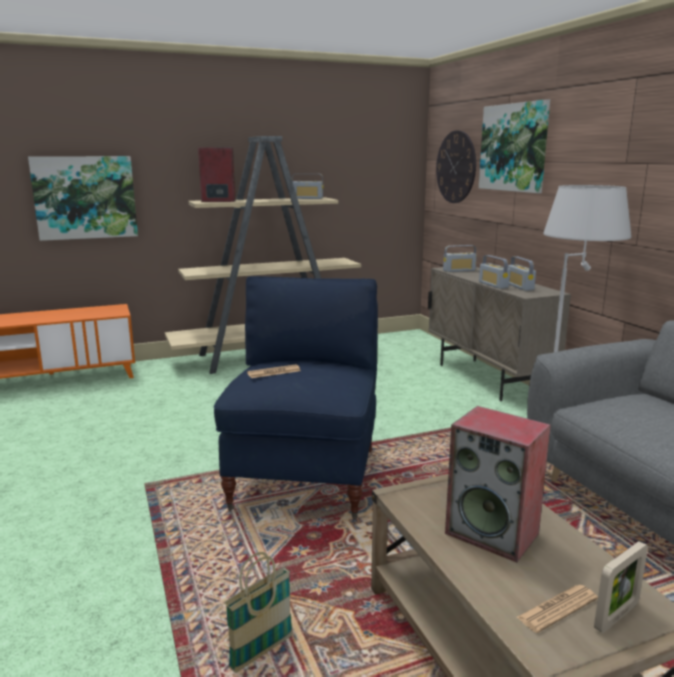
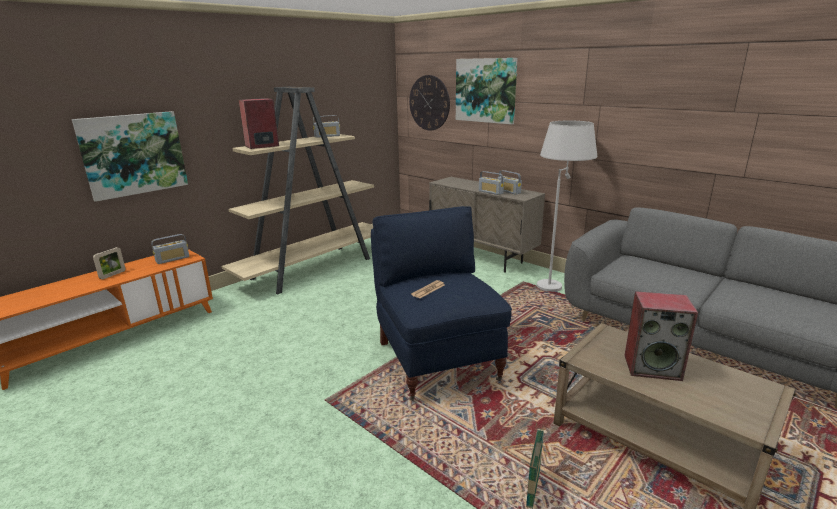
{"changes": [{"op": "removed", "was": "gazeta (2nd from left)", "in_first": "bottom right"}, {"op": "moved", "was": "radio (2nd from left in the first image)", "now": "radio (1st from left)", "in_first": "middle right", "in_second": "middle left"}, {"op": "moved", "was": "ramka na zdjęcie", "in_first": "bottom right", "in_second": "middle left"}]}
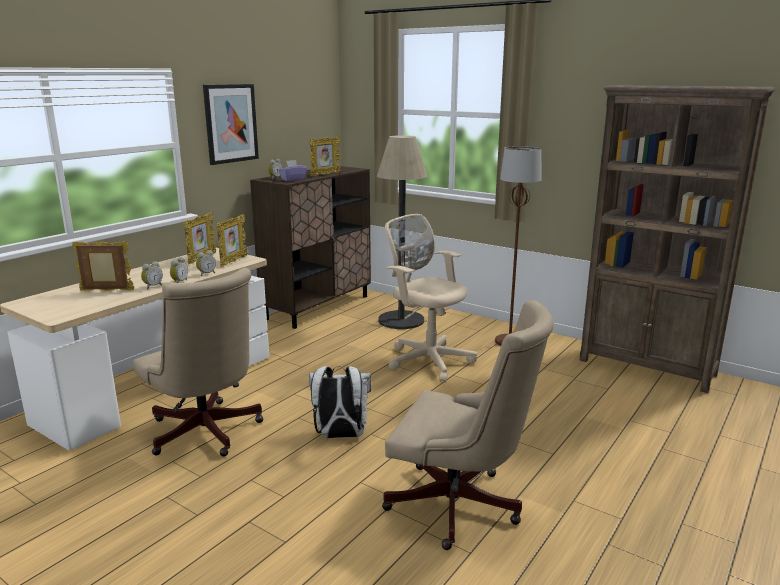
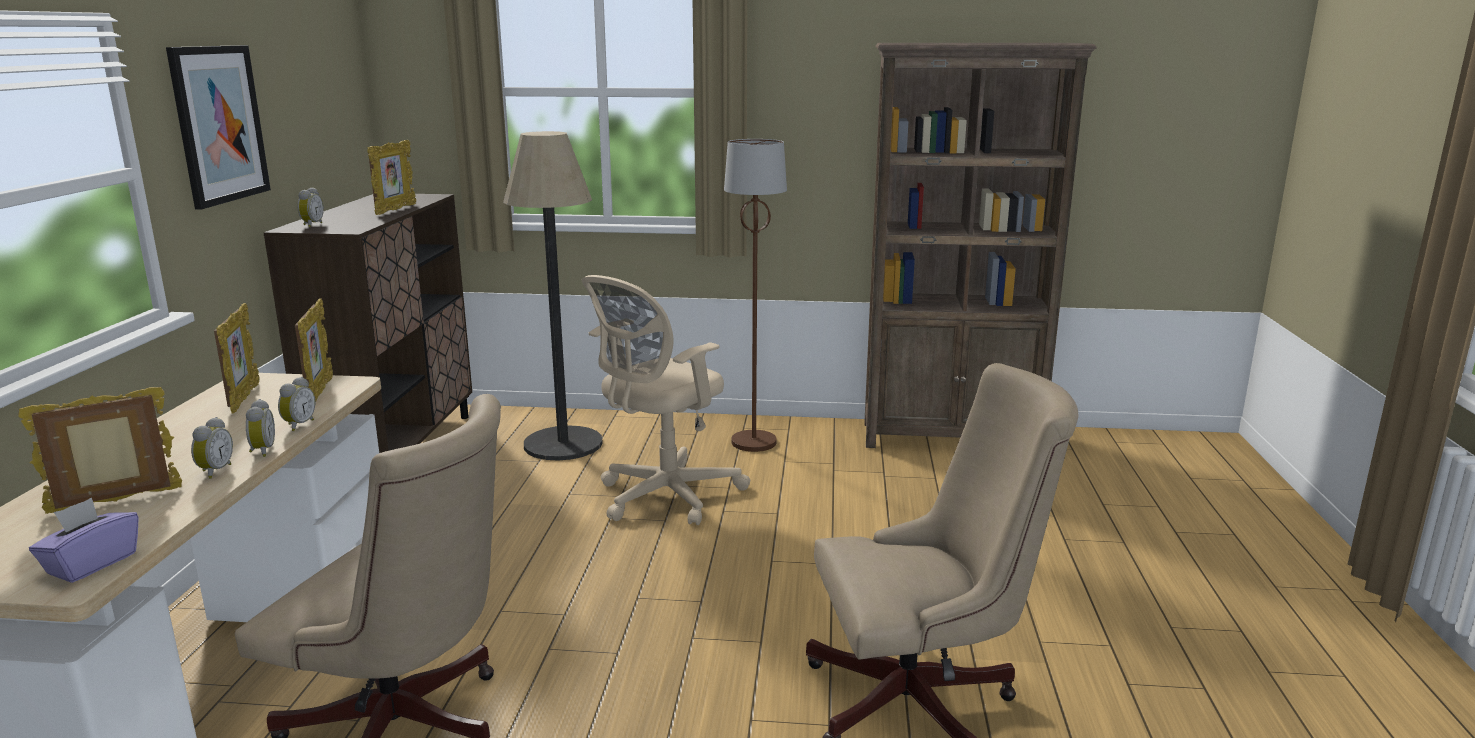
{"changes": [{"op": "removed", "was": "plecak/biały", "in_first": "bottom centre"}, {"op": "moved", "was": "pudełko chusteczek/fioletowy", "in_first": "top centre", "in_second": "bottom left"}, {"op": "turned", "was": "krzesło biurowe/beżowy (2nd from left)", "in_first": "centre", "in_second": "centre", "clockwise": -60}]}
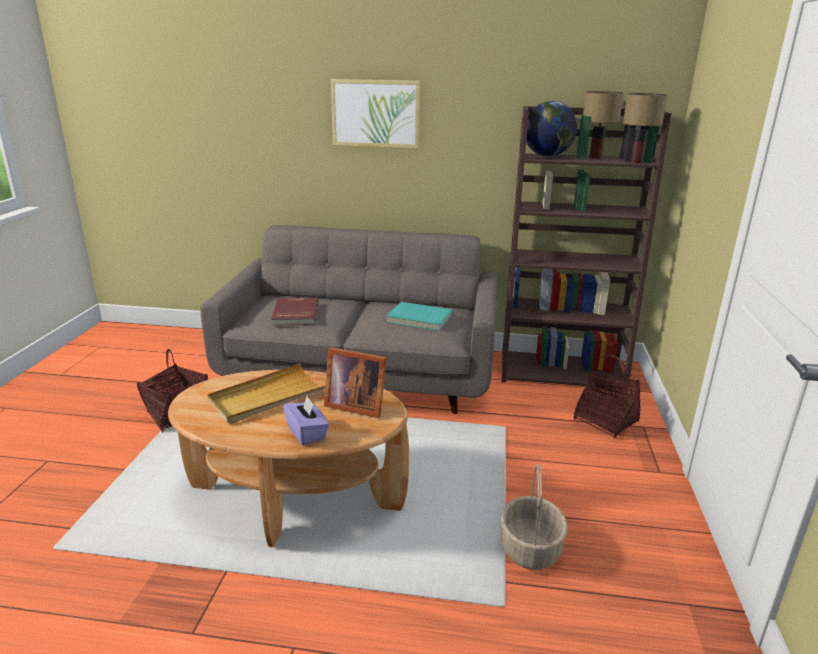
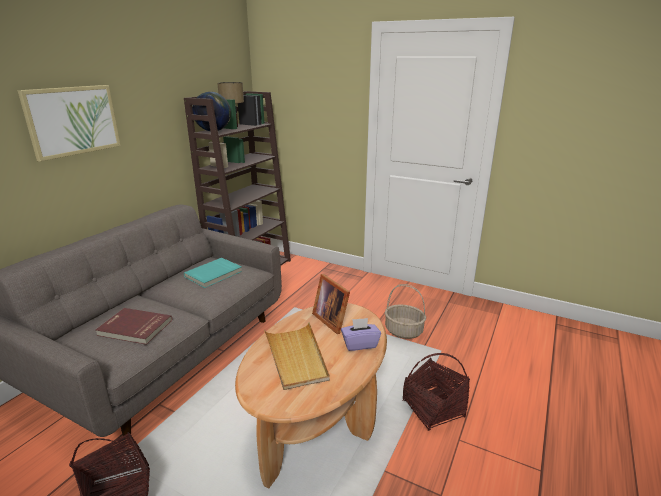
{"changes": [{"op": "removed", "was": "lampa stołowa (2nd from left)", "in_first": "top right"}, {"op": "moved", "was": "koszyk (3rd from left)", "in_first": "middle right", "in_second": "bottom centre"}, {"op": "turned", "was": "ramka na zdjęcie", "in_first": "centre", "in_second": "centre", "clockwise": 105}]}
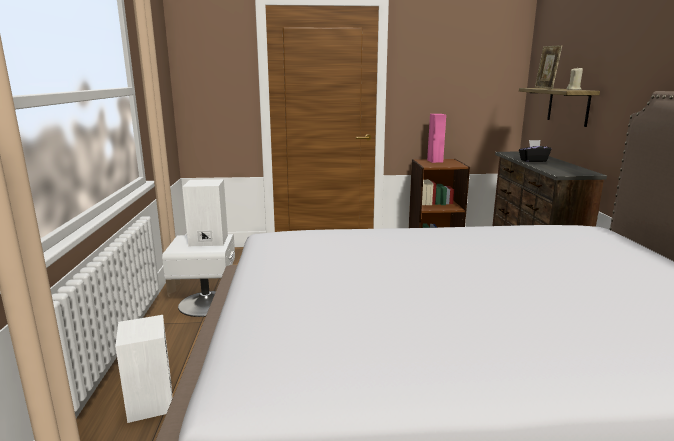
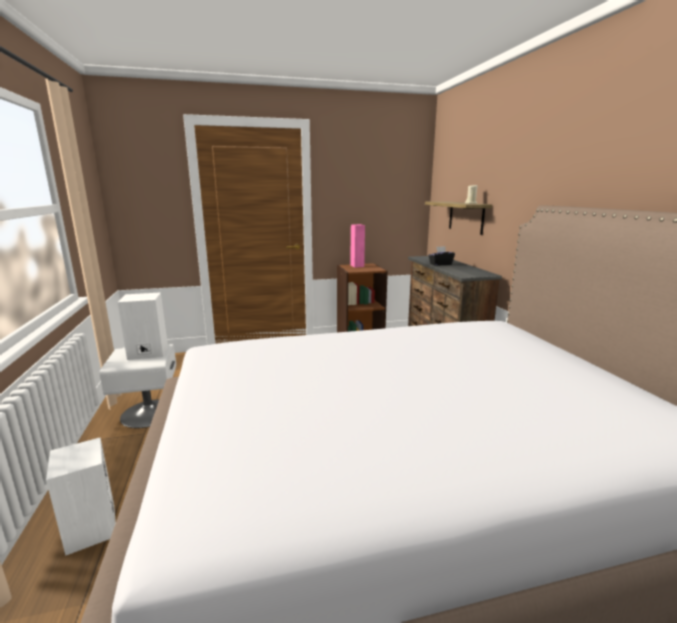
{"changes": [{"op": "removed", "was": "ramka na zdjęcie", "in_first": "top right"}]}
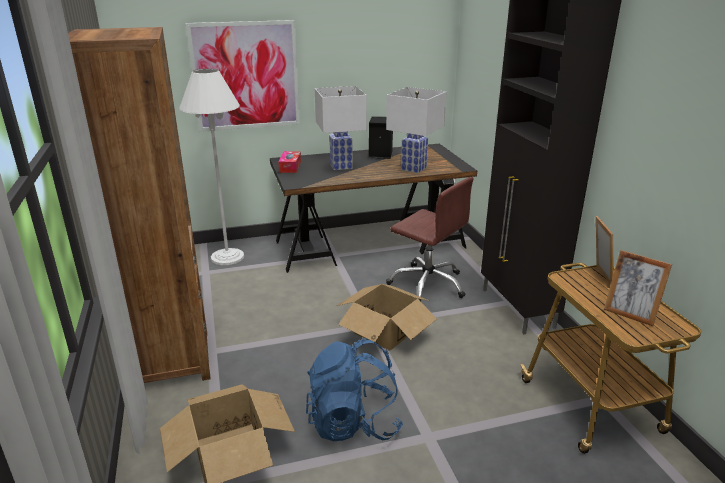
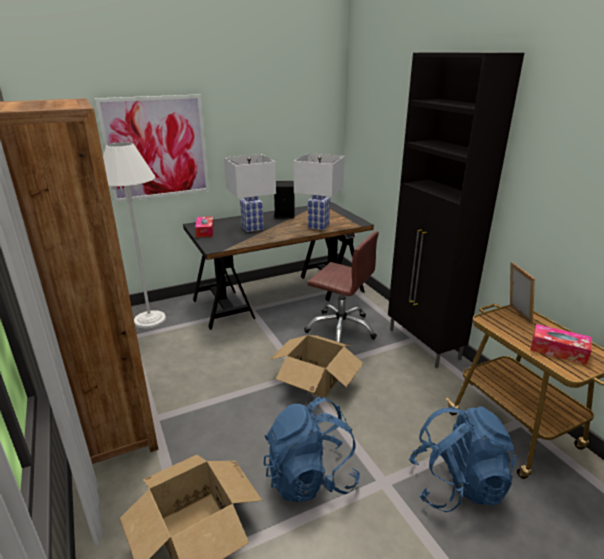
{"changes": [{"op": "added", "now": "plecak/niebieski (2nd from left)", "in_second": "bottom right"}, {"op": "replaced", "was": "ramka na zdjęcie (2nd from left)", "now": "pudełko chusteczek (2nd from left)", "in_first": "middle right", "in_second": "middle right"}]}
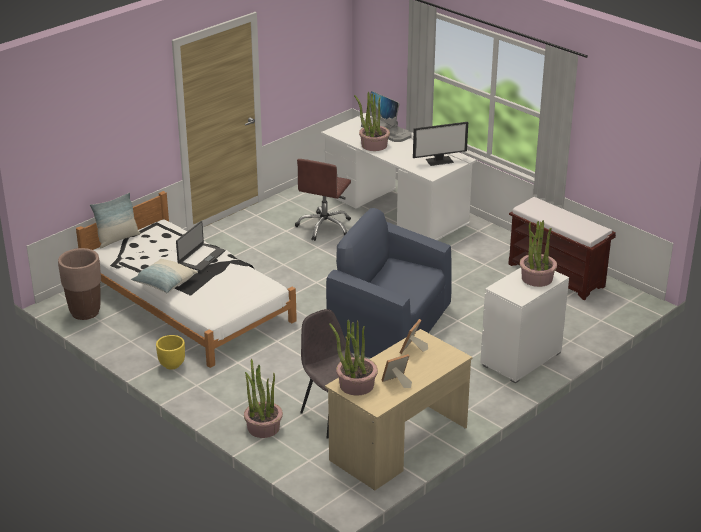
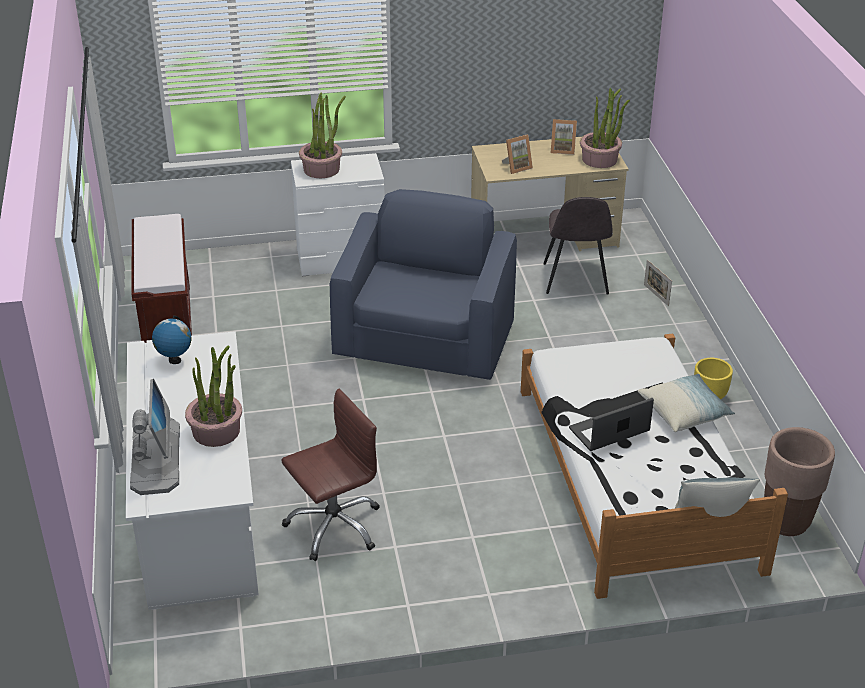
{"changes": [{"op": "replaced", "was": "roślina doniczkowa (1st from left)", "now": "ramka na zdjęcie (3rd from left)", "in_first": "bottom centre", "in_second": "middle right"}, {"op": "replaced", "was": "monitor (2nd from left)", "now": "globus", "in_first": "top centre", "in_second": "middle left"}, {"op": "turned", "was": "fotel/niebieski", "in_first": "centre", "in_second": "centre", "clockwise": -135}]}
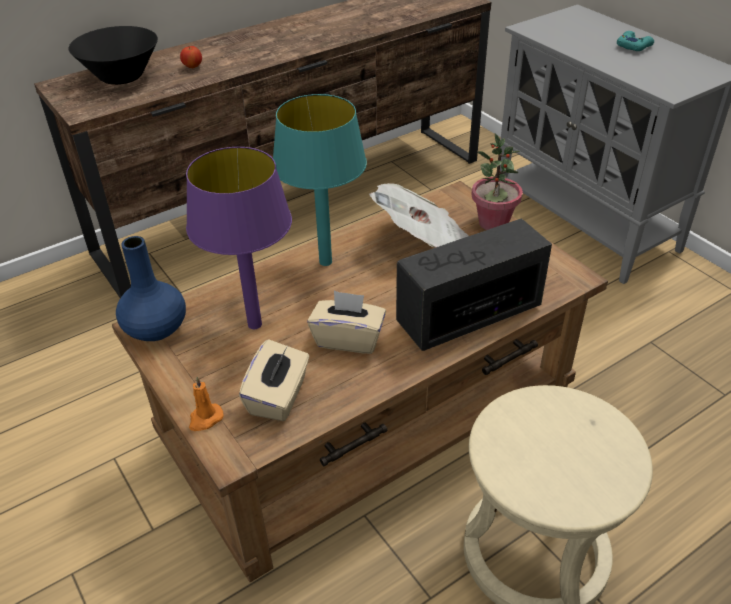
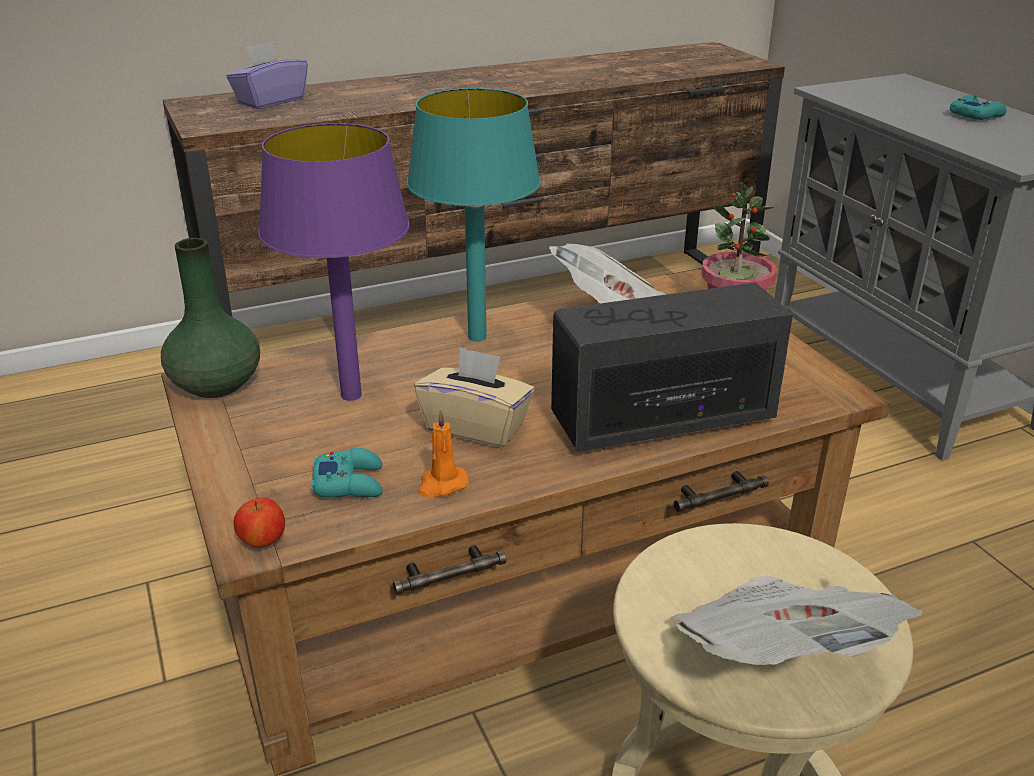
{"changes": [{"op": "added", "now": "gazeta (2nd from left)", "in_second": "bottom right"}, {"op": "moved", "was": "jabłko", "in_first": "top left", "in_second": "bottom left"}, {"op": "moved", "was": "świeca/pomarańczowy", "in_first": "bottom left", "in_second": "centre"}, {"op": "replaced", "was": "miska/czarny", "now": "pudełko chusteczek/fioletowy", "in_first": "top left", "in_second": "top left"}, {"op": "replaced", "was": "pudełko chusteczek/beżowy (1st from left)", "now": "pad do gier/turkusowy (1st from left)", "in_first": "centre", "in_second": "centre"}, {"op": "recoloured", "was": "wazon/niebieski", "now": "wazon/zielony", "in_first": "middle left", "in_second": "middle left"}]}
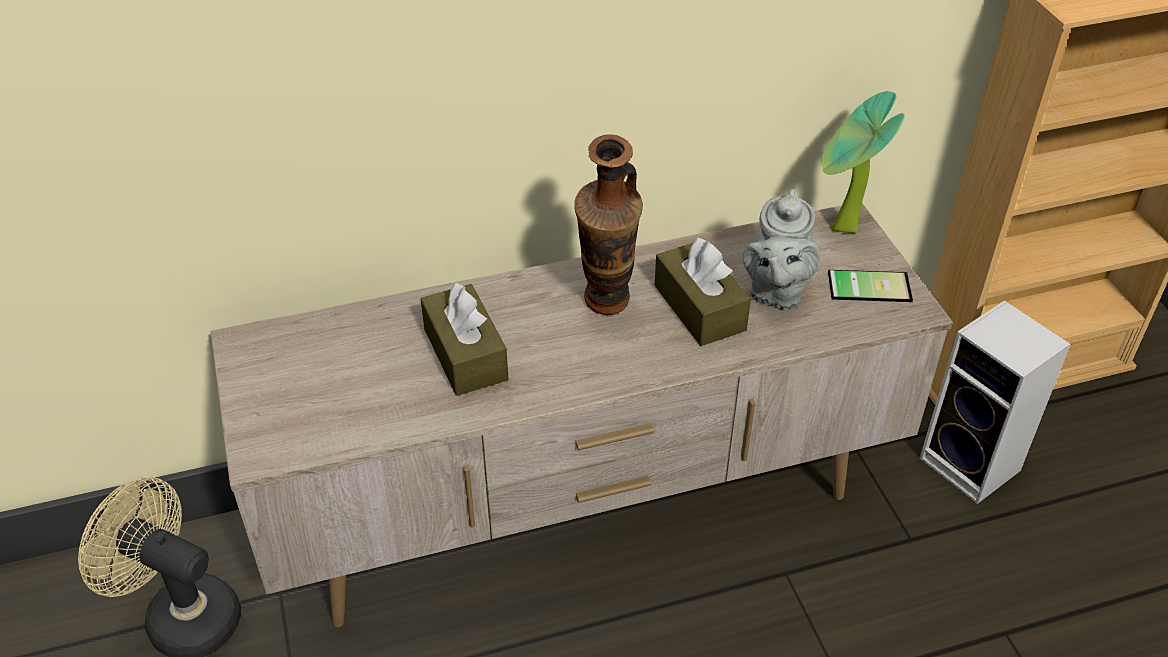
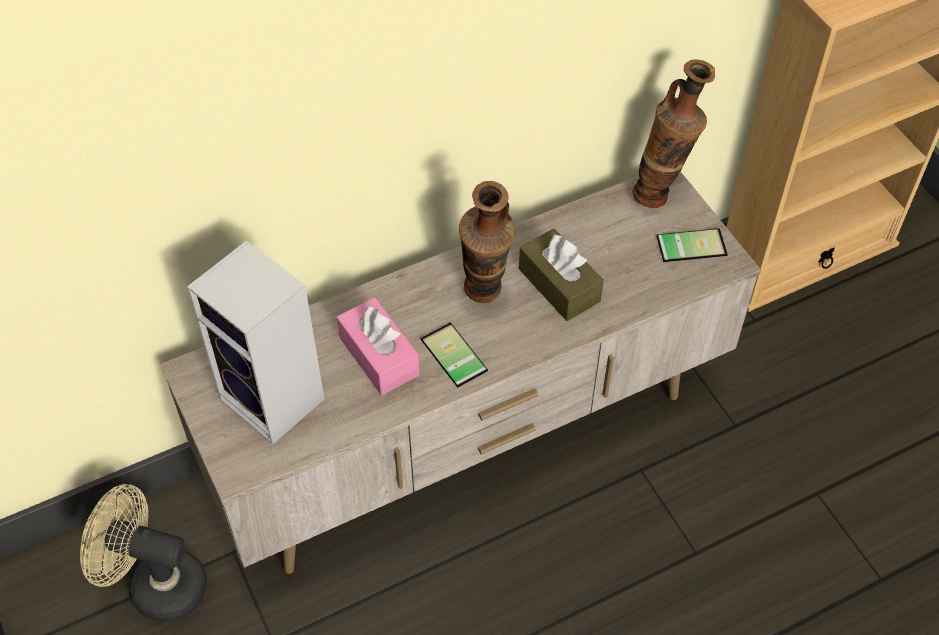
{"changes": [{"op": "removed", "was": "imbryk/szary", "in_first": "middle right"}, {"op": "added", "now": "telefon (1st from left)", "in_second": "centre"}, {"op": "moved", "was": "głośnik", "in_first": "middle right", "in_second": "middle left"}, {"op": "replaced", "was": "roślina doniczkowa", "now": "wazon (2nd from left)", "in_first": "top right", "in_second": "top right"}, {"op": "recoloured", "was": "pudełko chusteczek/brązowy (1st from left)", "now": "pudełko chusteczek/różowy", "in_first": "centre", "in_second": "centre"}]}
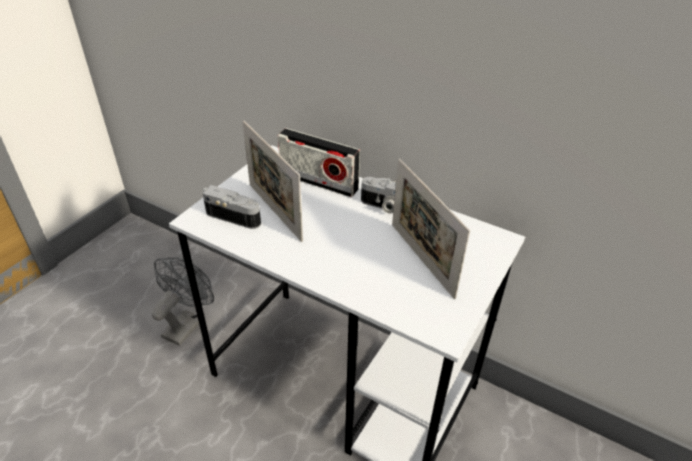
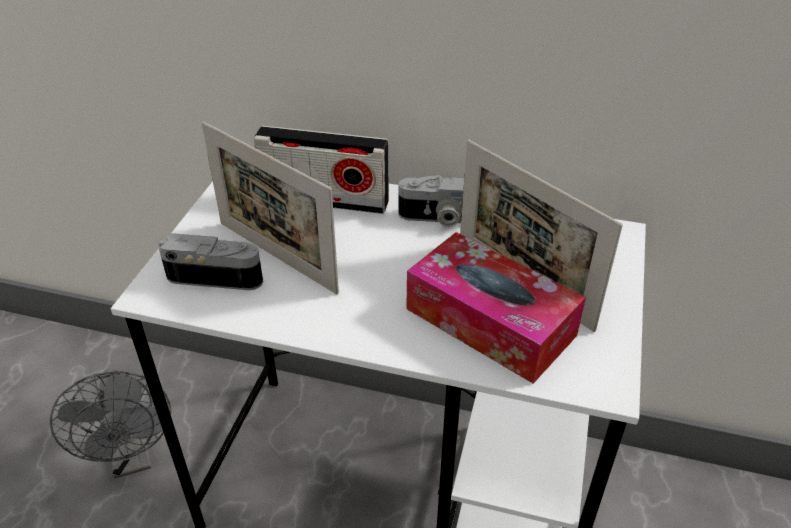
{"changes": [{"op": "added", "now": "pudełko chusteczek", "in_second": "centre"}, {"op": "turned", "was": "wentylator/szary", "in_first": "middle left", "in_second": "bottom left", "clockwise": 150}]}
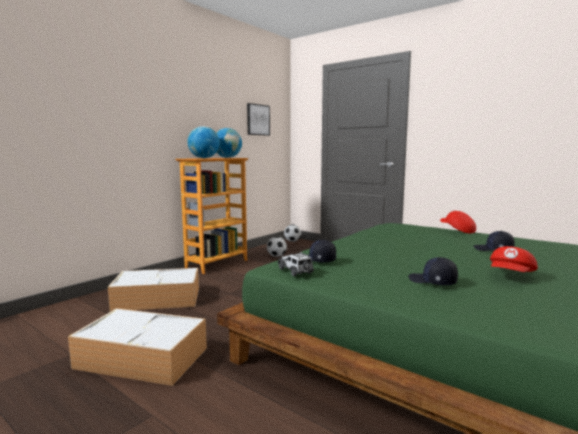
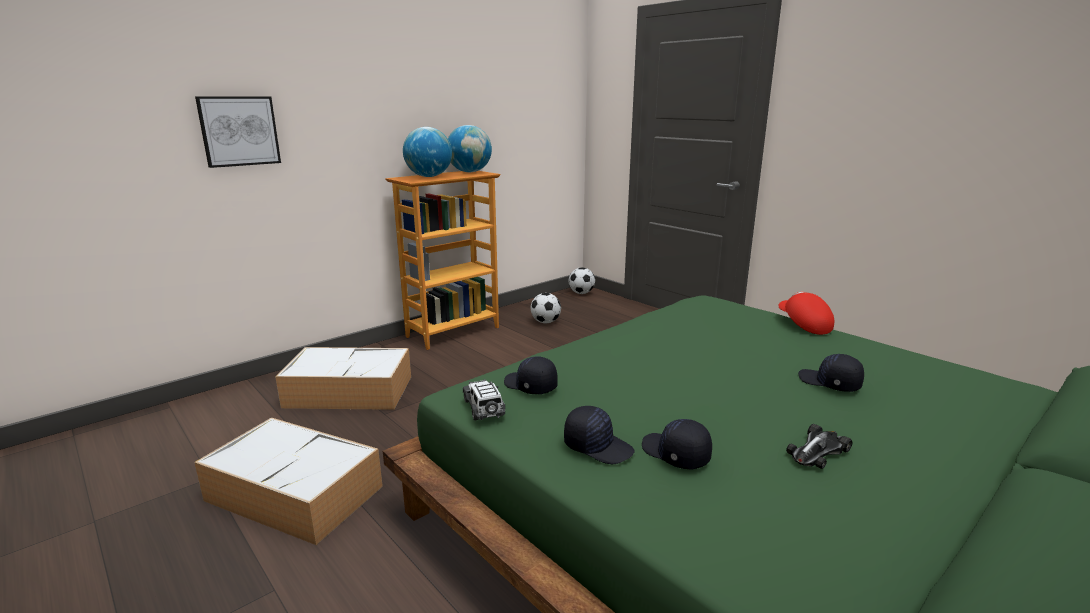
{"changes": [{"op": "added", "now": "czapka z daszkiem/czarny (2nd from left)", "in_second": "bottom centre"}, {"op": "moved", "was": "obraz", "in_first": "top centre", "in_second": "top left"}, {"op": "replaced", "was": "czapka z daszkiem/czerwony (2nd from left)", "now": "samochodzik (2nd from left)", "in_first": "middle right", "in_second": "bottom right"}]}
